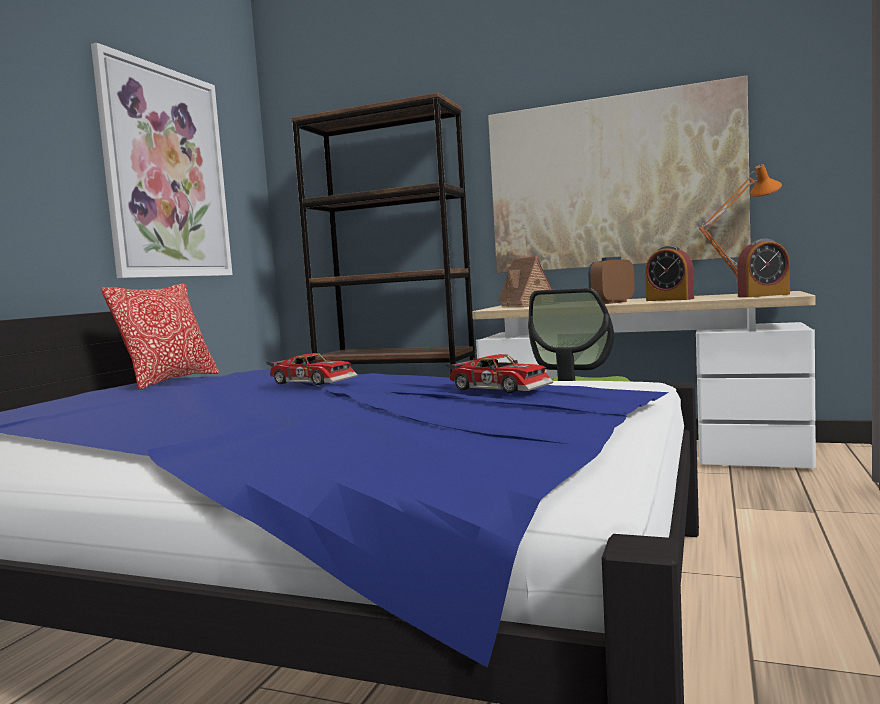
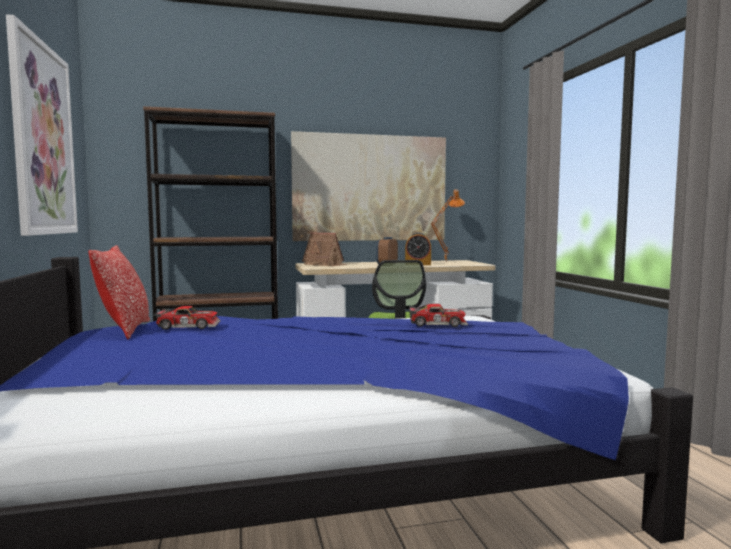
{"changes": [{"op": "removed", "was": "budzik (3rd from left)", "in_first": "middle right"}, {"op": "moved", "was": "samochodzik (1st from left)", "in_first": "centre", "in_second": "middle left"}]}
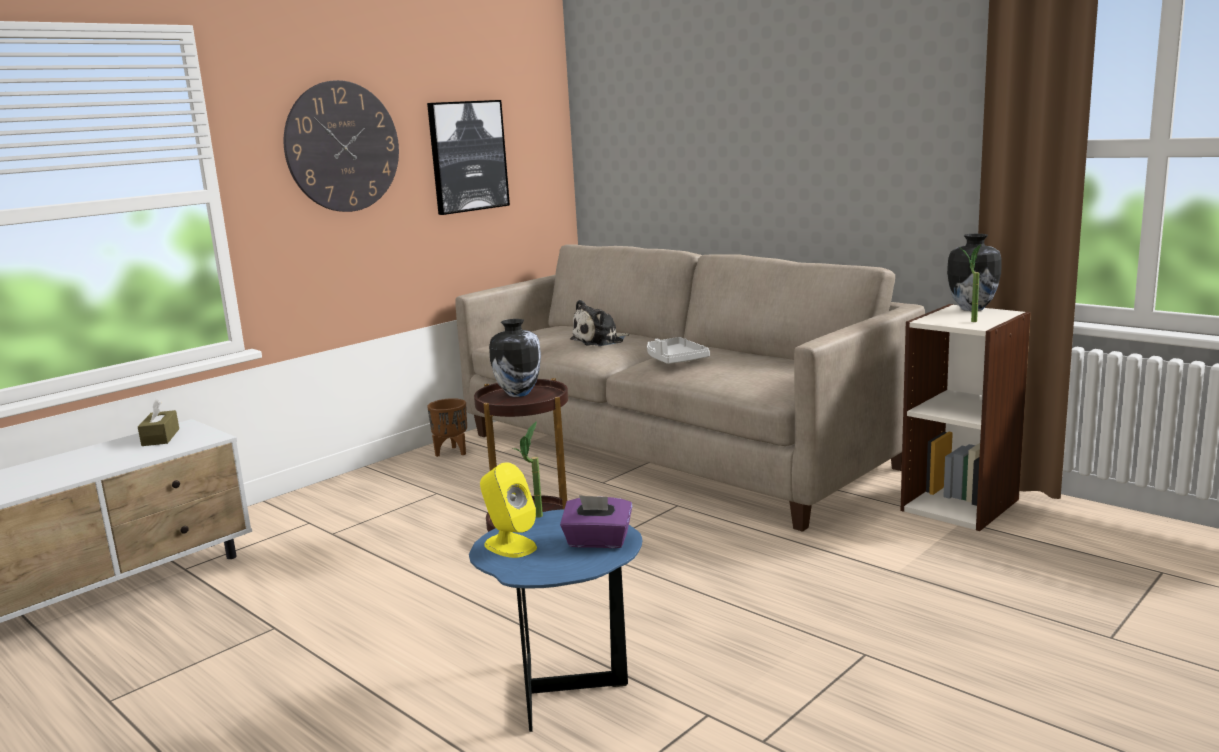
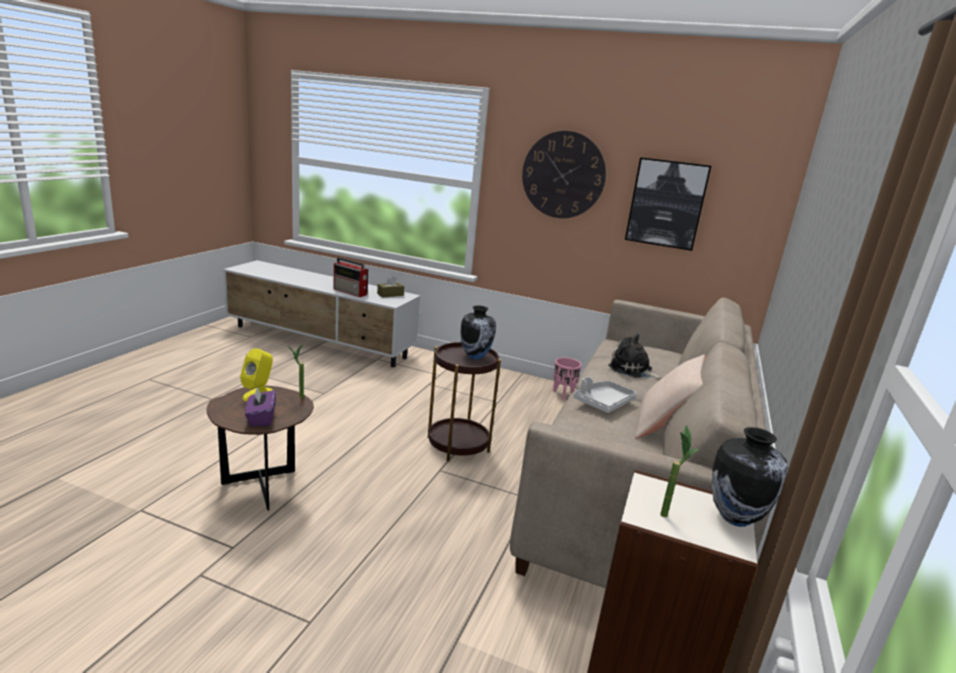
{"changes": [{"op": "added", "now": "radio", "in_second": "centre"}, {"op": "added", "now": "poduszka/beżowy", "in_second": "middle right"}, {"op": "recoloured", "was": "donica/brązowy", "now": "donica/różowy", "in_first": "centre", "in_second": "centre"}, {"op": "recoloured", "was": "stolik/niebieski", "now": "stolik/brązowy (1st from left)", "in_first": "bottom centre", "in_second": "middle left"}]}
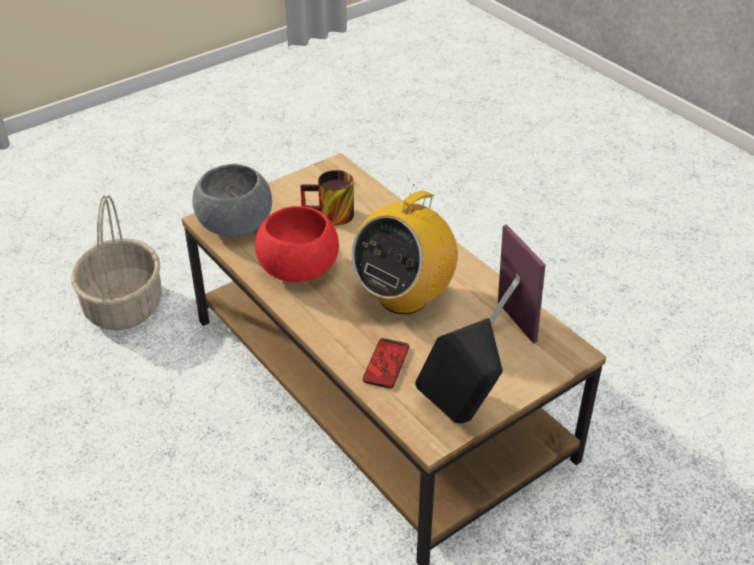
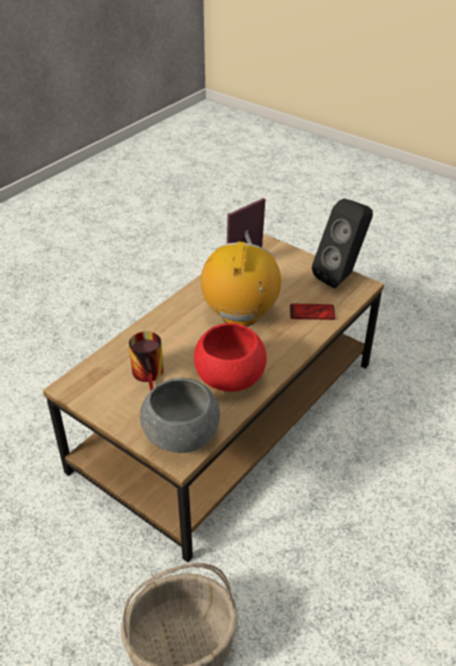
{"changes": [{"op": "turned", "was": "radio", "in_first": "centre", "in_second": "centre", "clockwise": -105}]}
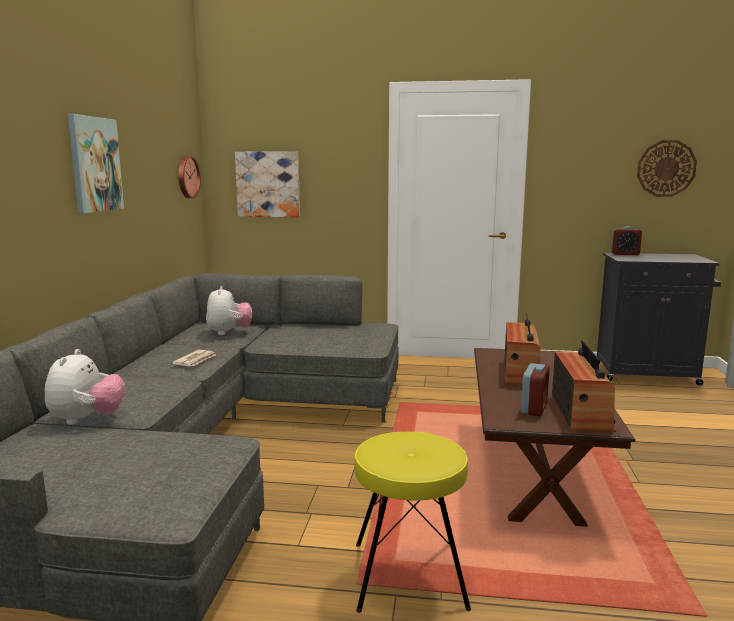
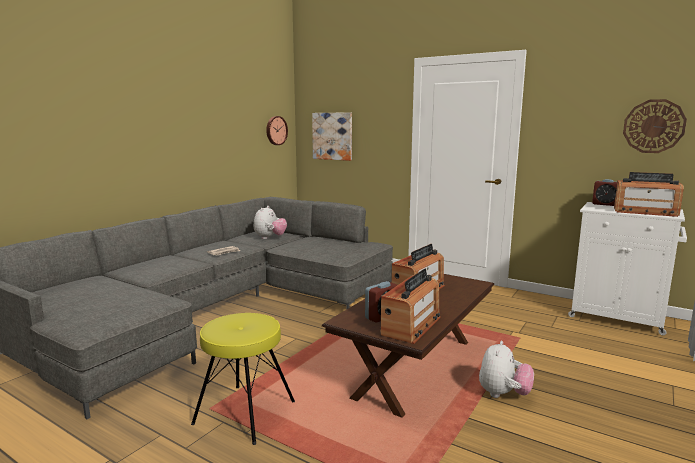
{"changes": [{"op": "removed", "was": "obraz (1st from left)", "in_first": "top left"}, {"op": "added", "now": "radio (3rd from left)", "in_second": "middle right"}, {"op": "moved", "was": "pluszak (1st from left in the first image)", "now": "pluszak (2nd from left)", "in_first": "middle left", "in_second": "bottom right"}, {"op": "recoloured", "was": "szafka/czarny", "now": "szafka/biały", "in_first": "middle right", "in_second": "middle right"}]}
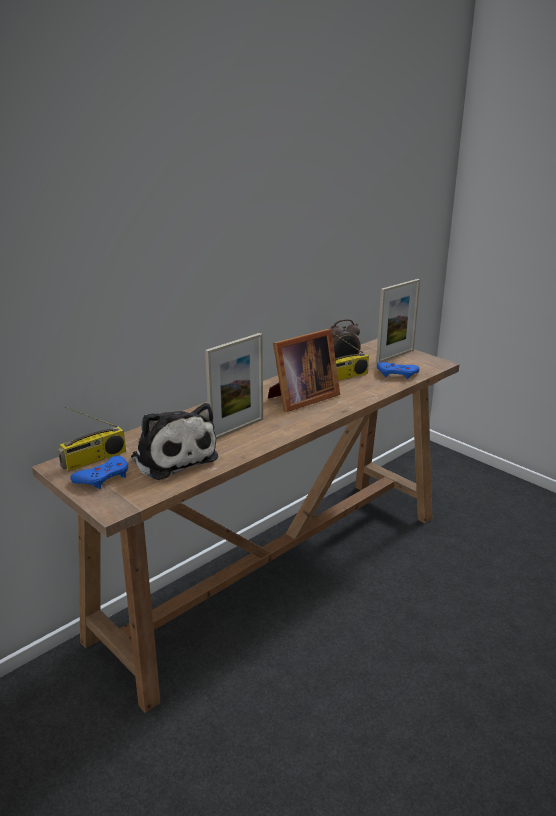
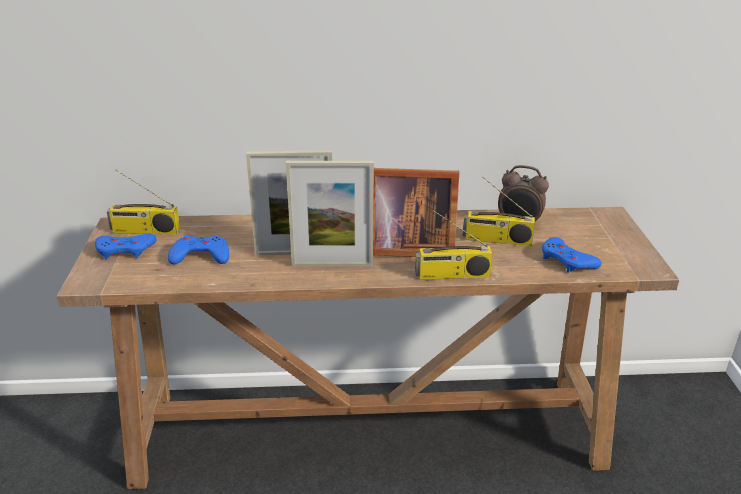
{"changes": [{"op": "added", "now": "radio (2nd from left)", "in_second": "centre"}, {"op": "moved", "was": "ramka na zdjęcie (3rd from left in the first image)", "now": "ramka na zdjęcie (2nd from left)", "in_first": "middle right", "in_second": "centre"}, {"op": "replaced", "was": "pluszak", "now": "pad do gier/niebieski (2nd from left)", "in_first": "middle left", "in_second": "middle left"}]}
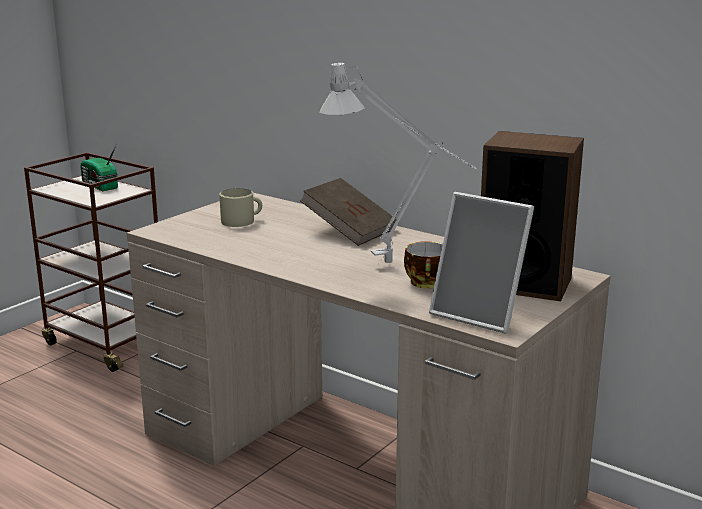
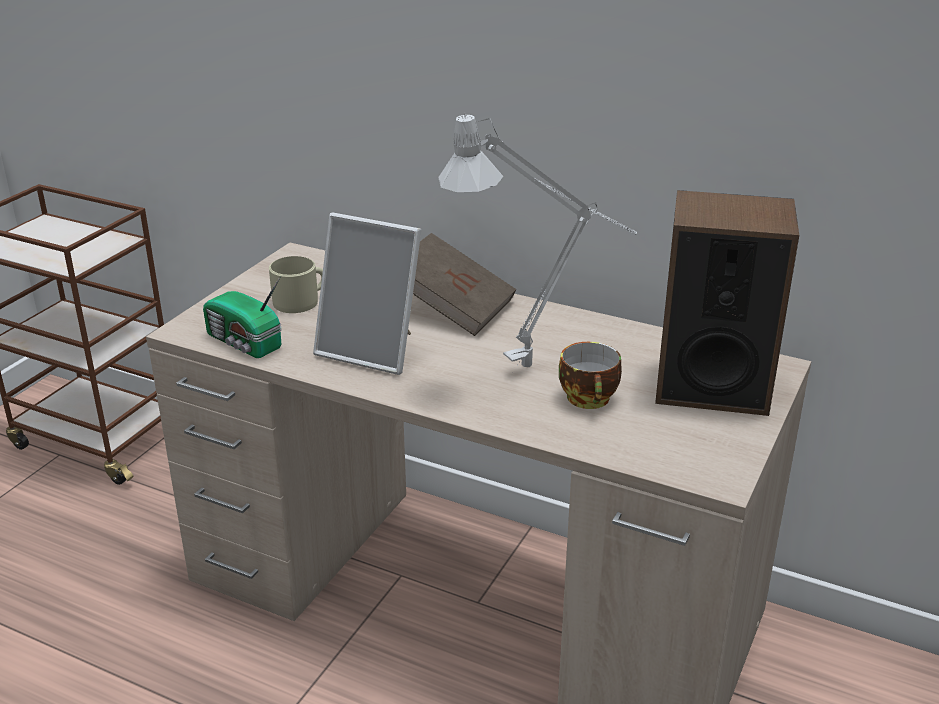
{"changes": [{"op": "moved", "was": "radio", "in_first": "top left", "in_second": "middle left"}, {"op": "moved", "was": "ramka na zdjęcie", "in_first": "middle right", "in_second": "centre"}]}
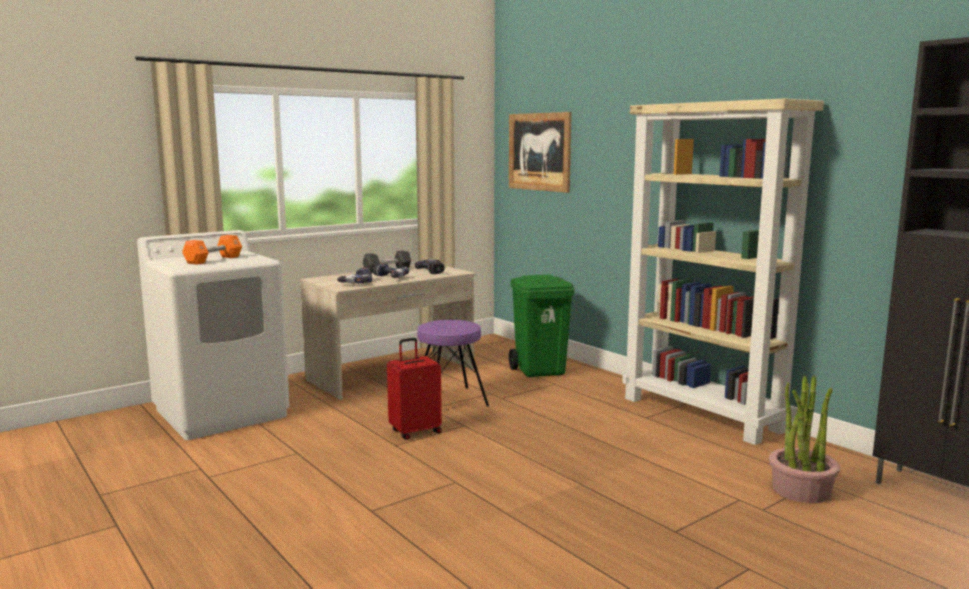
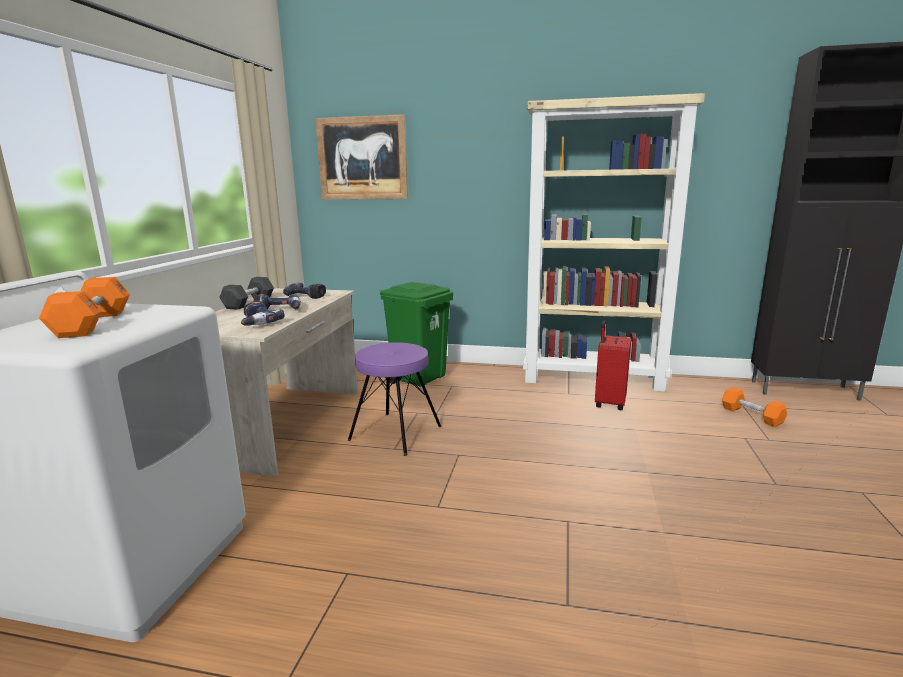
{"changes": [{"op": "moved", "was": "walizka/czerwony", "in_first": "centre", "in_second": "middle right"}, {"op": "replaced", "was": "roślina doniczkowa", "now": "hantel/pomarańczowy (2nd from left)", "in_first": "bottom right", "in_second": "middle right"}]}
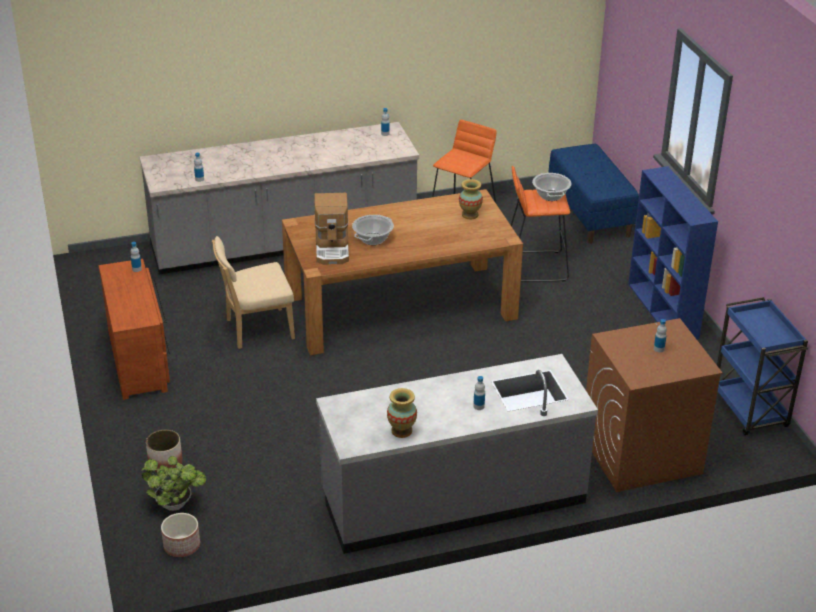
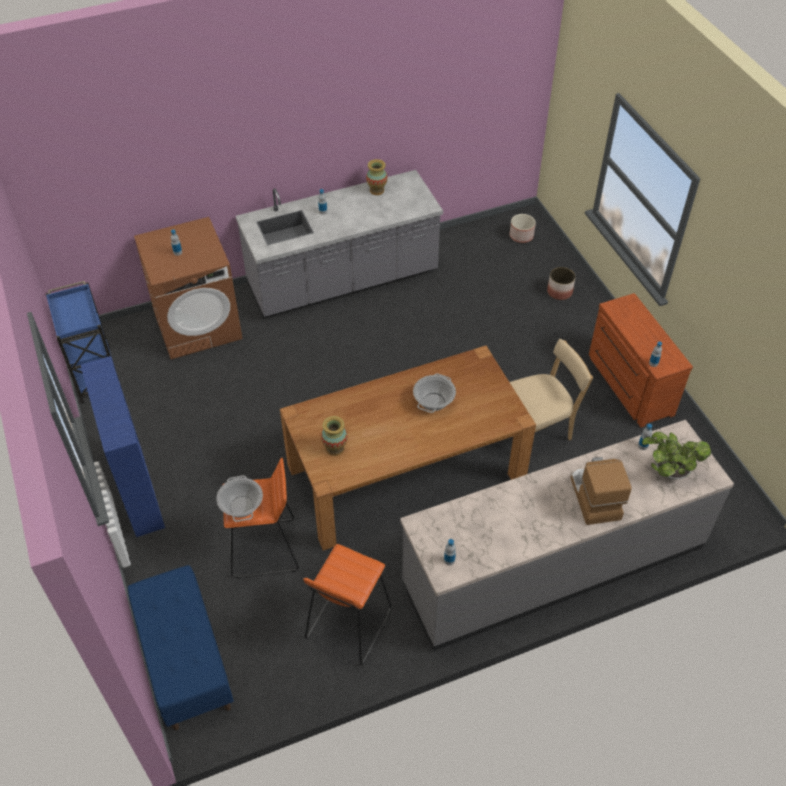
{"changes": [{"op": "moved", "was": "roślina doniczkowa", "in_first": "bottom left", "in_second": "middle right"}, {"op": "moved", "was": "ekspres do kawy", "in_first": "centre", "in_second": "middle right"}]}
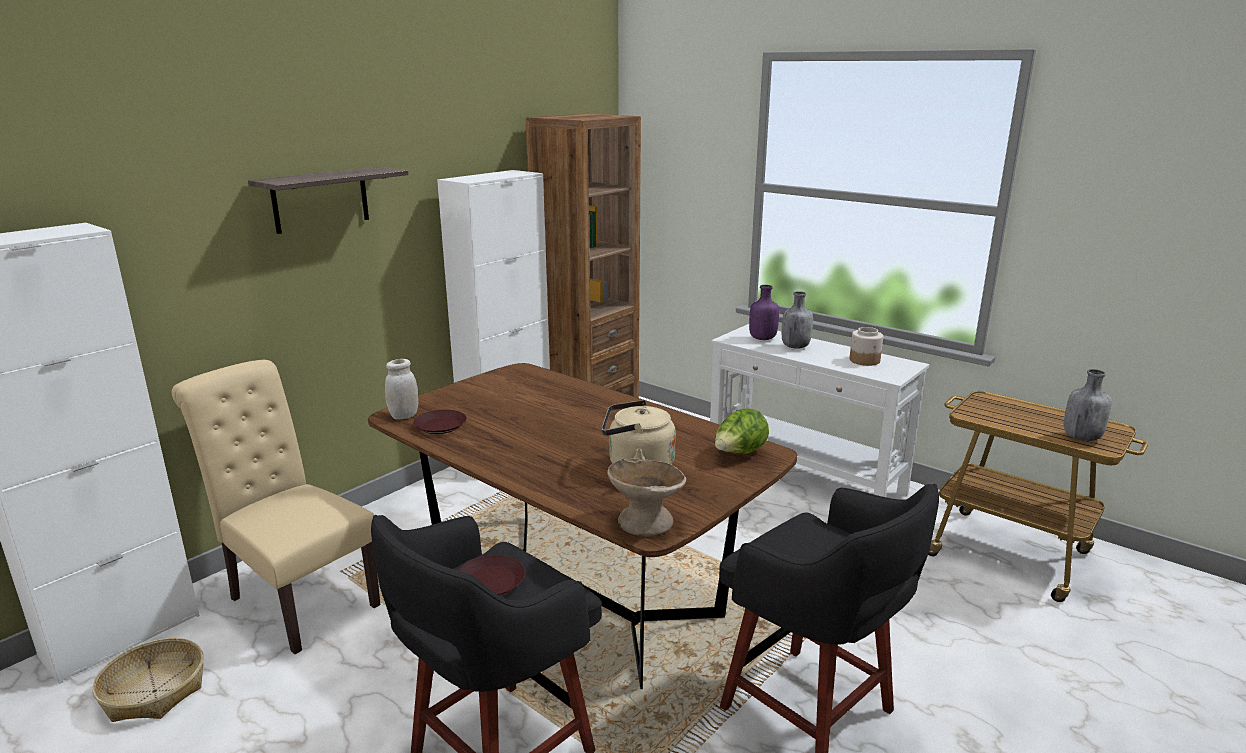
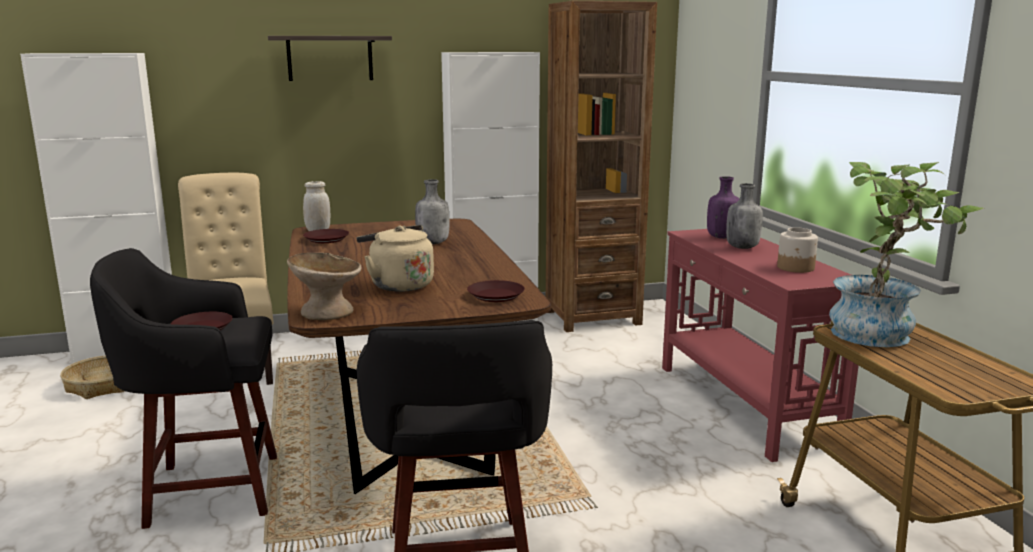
{"changes": [{"op": "added", "now": "roślina doniczkowa", "in_second": "middle right"}, {"op": "moved", "was": "butelka/szary (2nd from left in the first image)", "now": "butelka/szary (1st from left)", "in_first": "middle right", "in_second": "centre"}, {"op": "replaced", "was": "sałata", "now": "talerz/brązowy (3rd from left)", "in_first": "centre", "in_second": "centre"}, {"op": "recoloured", "was": "stolik konsolowy/biały", "now": "stolik konsolowy/czerwony", "in_first": "centre", "in_second": "middle right"}]}
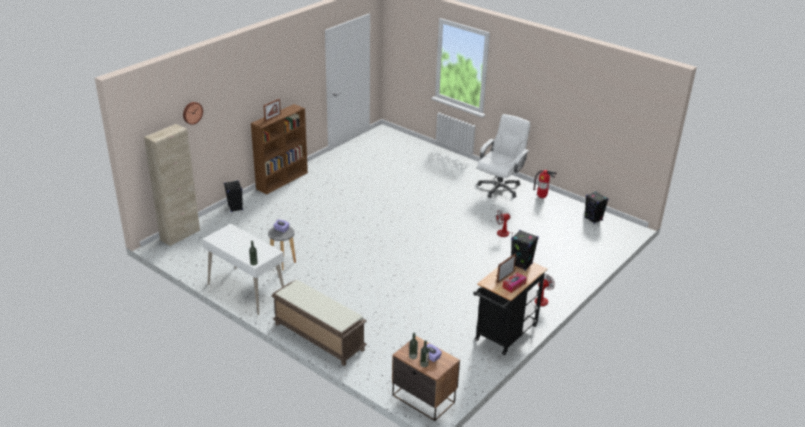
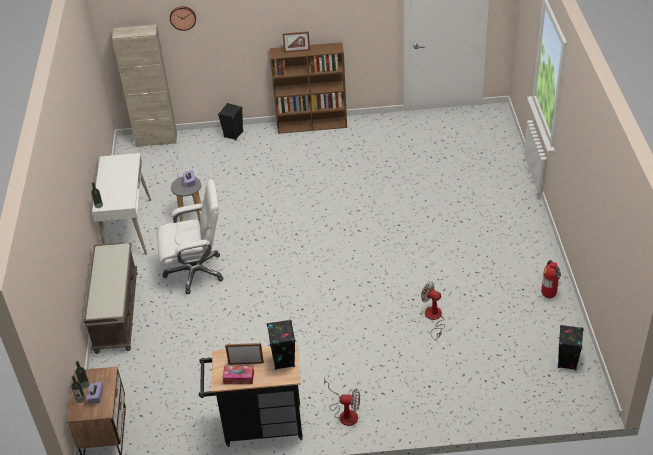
{"changes": [{"op": "moved", "was": "krzesło biurowe/biały", "in_first": "centre", "in_second": "middle left"}]}
